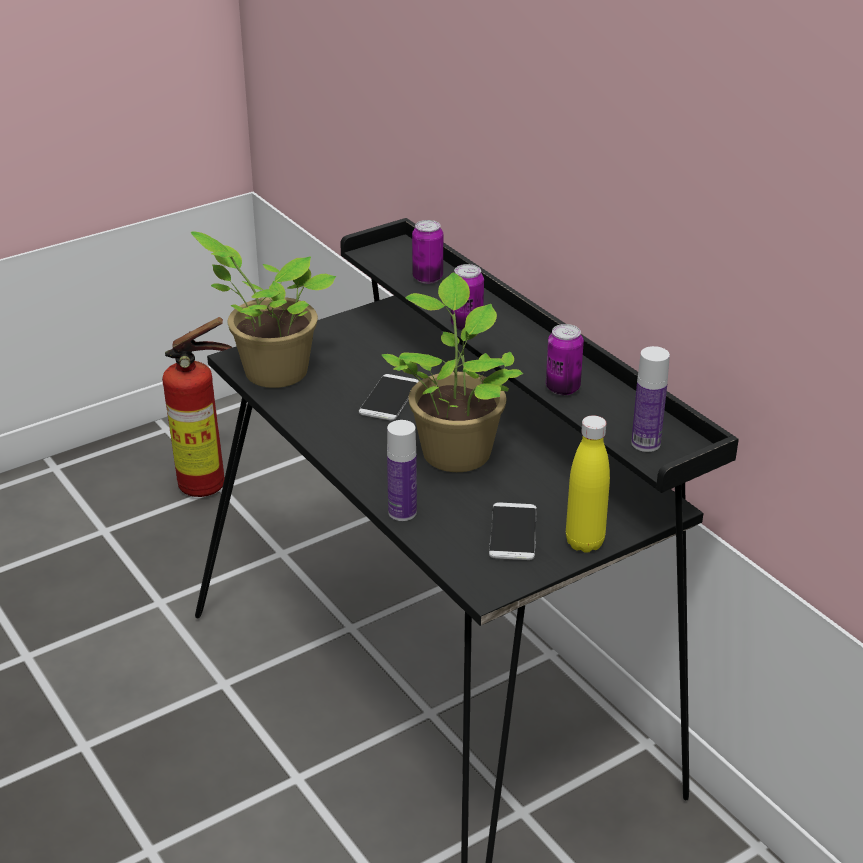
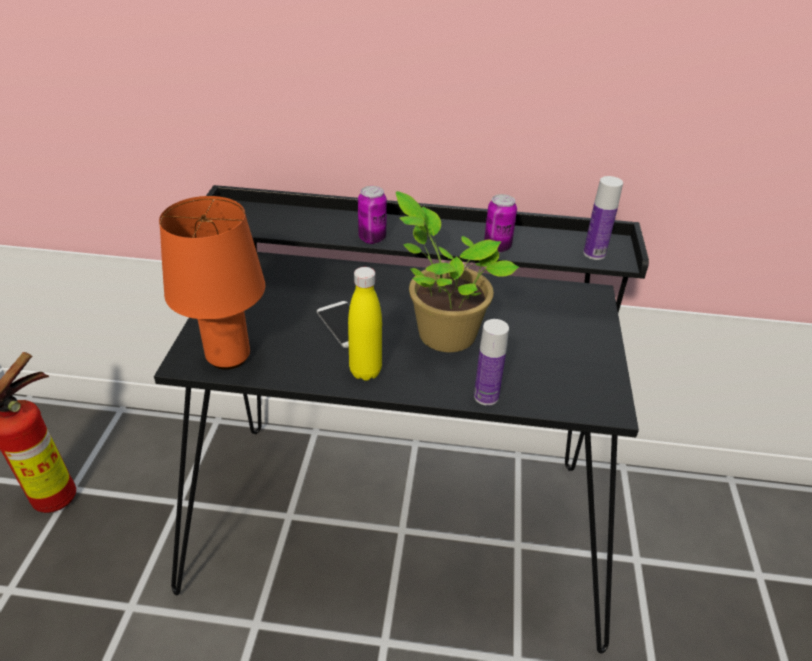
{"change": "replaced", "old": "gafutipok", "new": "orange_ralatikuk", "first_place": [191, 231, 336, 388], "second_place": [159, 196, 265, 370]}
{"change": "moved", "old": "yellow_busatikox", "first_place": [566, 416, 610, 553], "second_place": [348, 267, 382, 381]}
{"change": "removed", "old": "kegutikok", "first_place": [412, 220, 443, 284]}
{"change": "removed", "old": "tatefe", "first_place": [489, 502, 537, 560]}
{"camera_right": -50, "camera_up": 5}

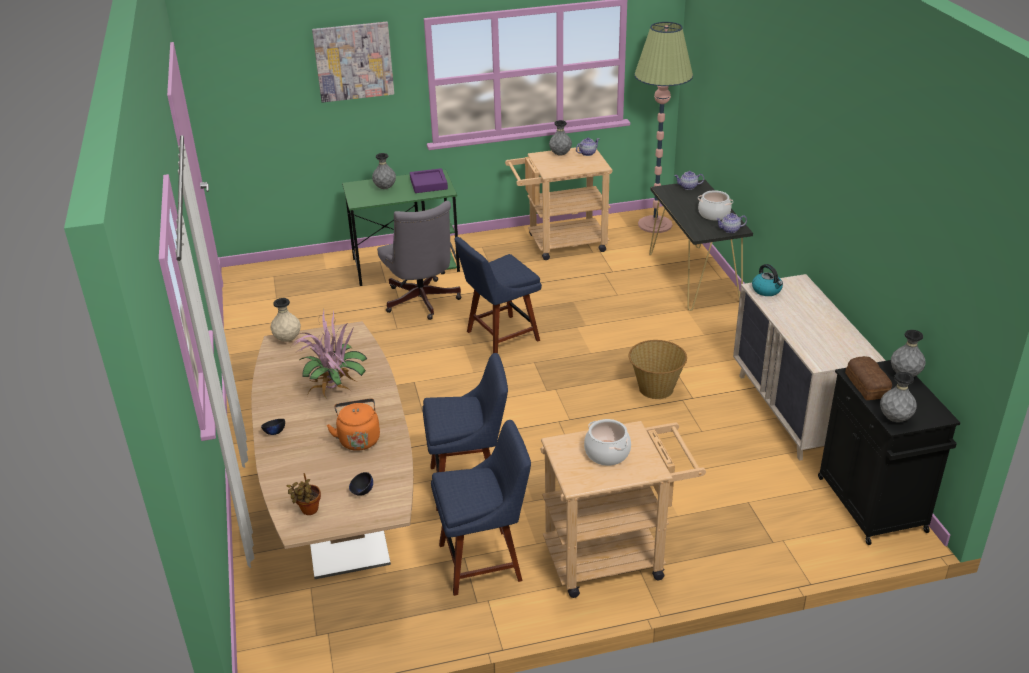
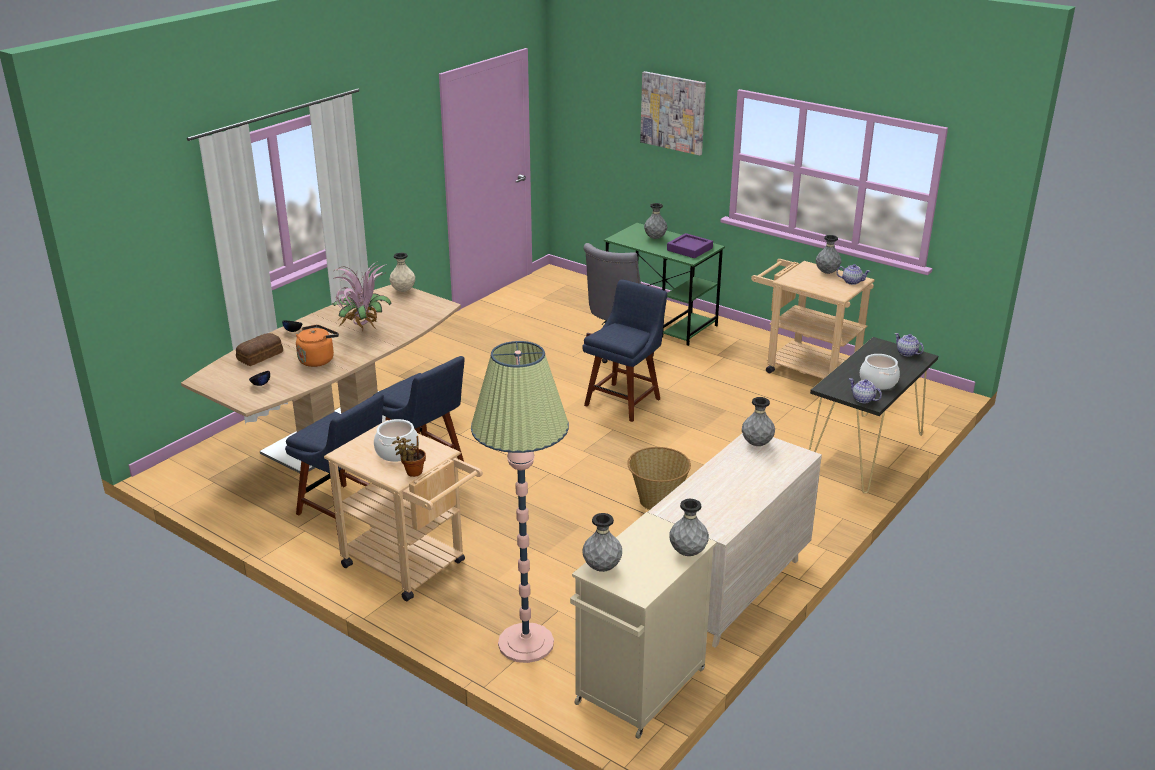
{"change": "moved", "old": "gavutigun", "first_place": [845, 356, 892, 400], "second_place": [236, 333, 283, 366]}
{"change": "moved", "old": "gafutipok", "first_place": [287, 473, 321, 515], "second_place": [392, 436, 426, 477]}
{"change": "moved", "old": "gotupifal", "first_place": [635, 22, 693, 233], "second_place": [471, 341, 569, 663]}
{"change": "recoloured", "old": "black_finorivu", "new": "beige_finorivu", "first_place": [818, 360, 960, 545], "second_place": [570, 512, 717, 739]}
{"change": "turned", "old": "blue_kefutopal", "first_place": [454, 237, 542, 353], "second_place": [582, 279, 667, 422], "degrees": 105}
{"change": "replaced", "old": "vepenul", "new": "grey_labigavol", "first_place": [752, 264, 783, 296], "second_place": [742, 397, 775, 446]}
{"camera_right": 50, "camera_up": -5}

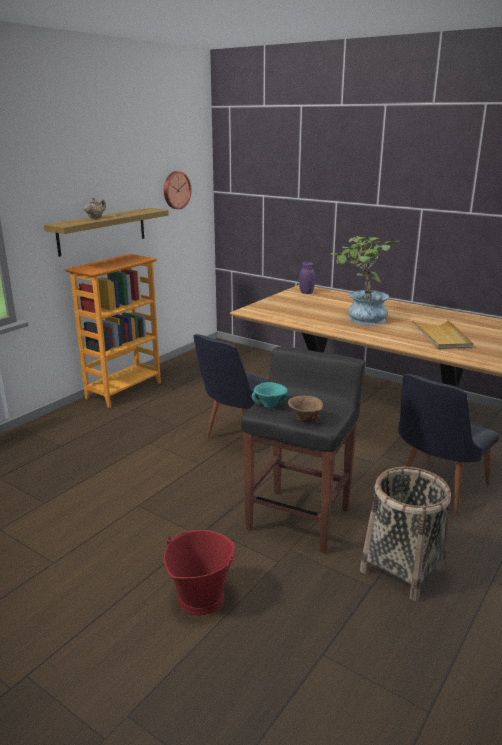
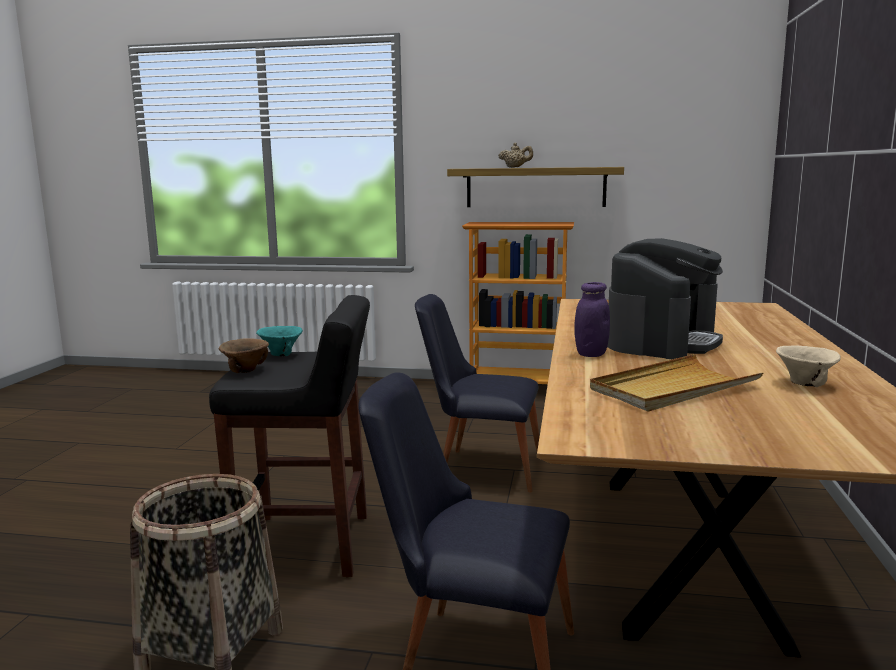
{"change": "moved", "old": "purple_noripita", "first_place": [299, 262, 315, 294], "second_place": [574, 282, 610, 357]}
{"change": "replaced", "old": "gafutipok", "new": "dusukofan", "first_place": [331, 236, 398, 325], "second_place": [607, 238, 723, 359]}
{"change": "added", "new": "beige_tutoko", "second_place": [776, 346, 841, 387]}
{"change": "removed", "old": "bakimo", "first_place": [164, 171, 192, 209]}
{"change": "removed", "old": "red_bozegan", "first_place": [164, 530, 235, 615]}
{"camera_right": 65, "camera_up": -10}

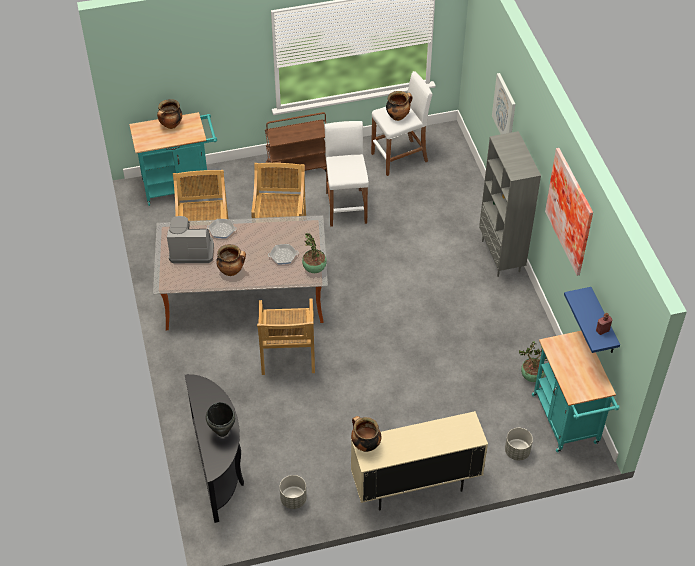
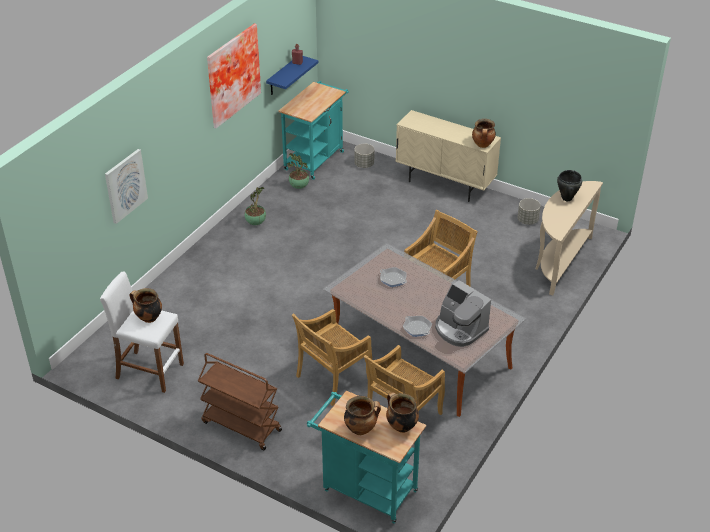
{"change": "moved", "old": "gafutipok", "first_place": [302, 233, 327, 273], "second_place": [245, 187, 266, 225]}
{"change": "moved", "old": "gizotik", "first_place": [216, 244, 246, 276], "second_place": [386, 392, 419, 433]}
{"change": "recoloured", "old": "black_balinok", "new": "beige_balinok", "first_place": [185, 374, 244, 523], "second_place": [536, 181, 603, 295]}
{"change": "removed", "old": "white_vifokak", "first_place": [324, 121, 369, 227]}
{"change": "removed", "old": "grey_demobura", "first_place": [479, 131, 541, 277]}
{"camera_right": -135, "camera_up": -10}

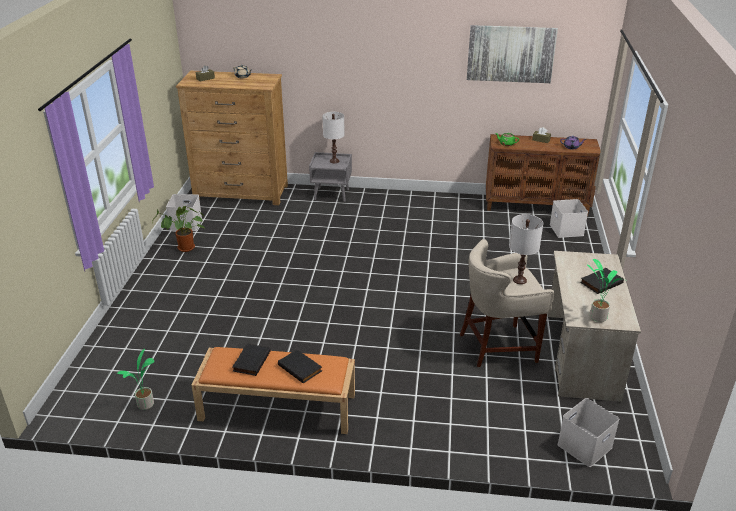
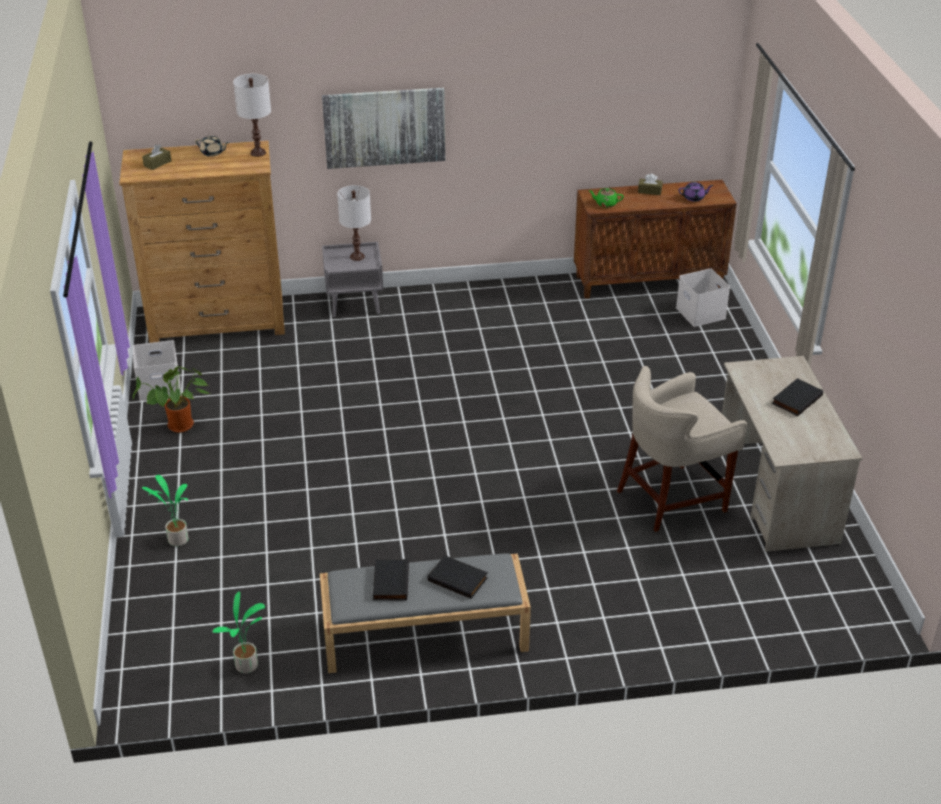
{"change": "moved", "old": "gafutipok", "first_place": [587, 259, 627, 322], "second_place": [142, 475, 189, 546]}
{"change": "moved", "old": "white_ralatikuk", "first_place": [509, 214, 543, 284], "second_place": [233, 74, 271, 157]}
{"change": "recoloured", "old": "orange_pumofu", "new": "grey_pumofu", "first_place": [191, 347, 355, 434], "second_place": [320, 553, 531, 673]}
{"change": "moved", "old": "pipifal", "first_place": [467, 25, 558, 83], "second_place": [322, 88, 445, 169]}
{"change": "removed", "old": "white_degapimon", "first_place": [557, 398, 620, 467]}
{"camera_right": -15, "camera_up": 5}

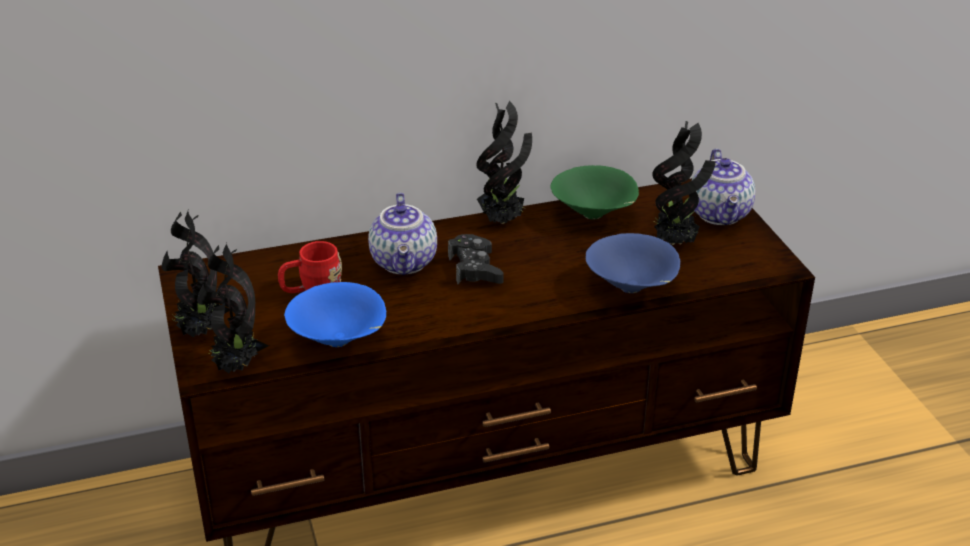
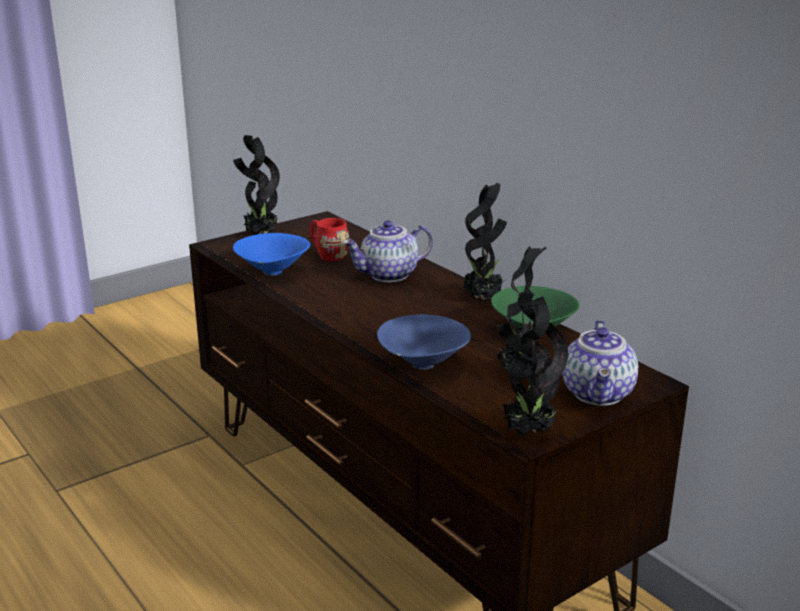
{"change": "moved", "old": "gafutipok", "first_place": [197, 243, 269, 374], "second_place": [497, 294, 568, 437]}
{"change": "turned", "old": "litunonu", "first_place": [691, 148, 756, 225], "second_place": [562, 320, 638, 406], "degrees": -60}
{"change": "removed", "old": "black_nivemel", "first_place": [448, 234, 504, 284]}
{"camera_right": 70, "camera_up": -10}

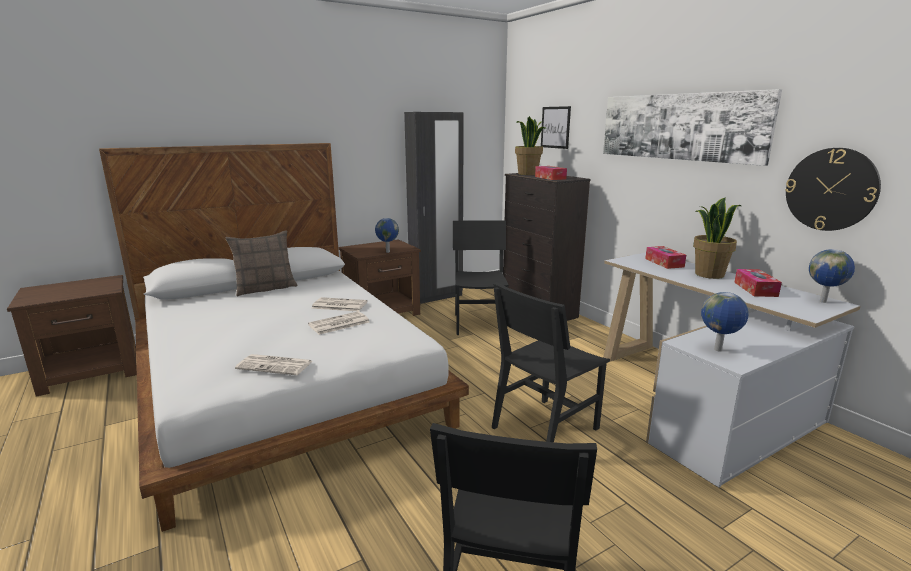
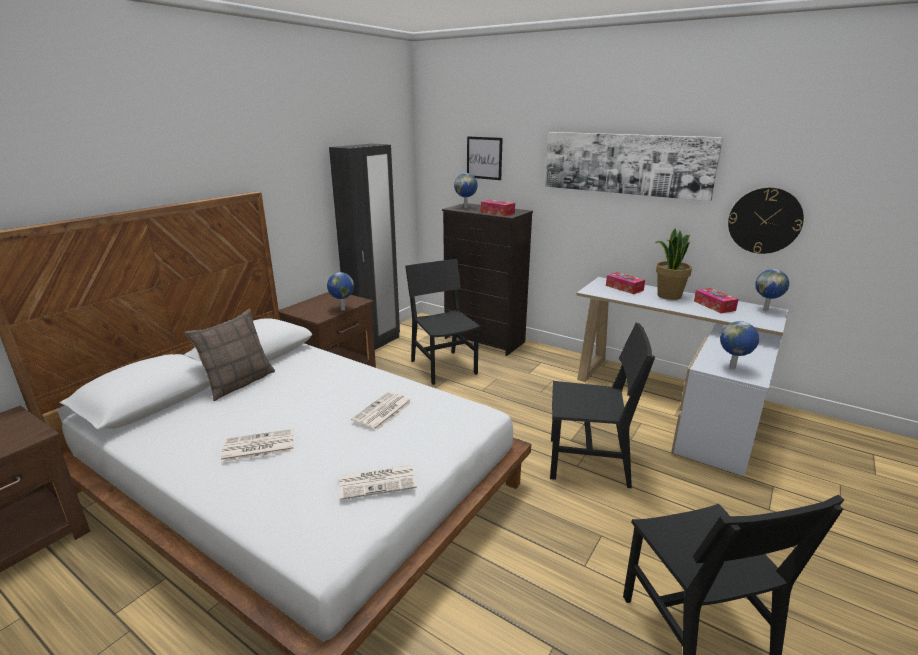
{"change": "moved", "old": "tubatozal", "first_place": [311, 297, 367, 311], "second_place": [221, 429, 294, 463]}
{"change": "replaced", "old": "gafutipok", "new": "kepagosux", "first_place": [515, 116, 546, 175], "second_place": [454, 173, 477, 209]}
{"change": "turned", "old": "black_kefutopal", "first_place": [492, 282, 610, 442], "second_place": [550, 323, 655, 488], "degrees": -105}
{"camera_right": -25, "camera_up": 5}

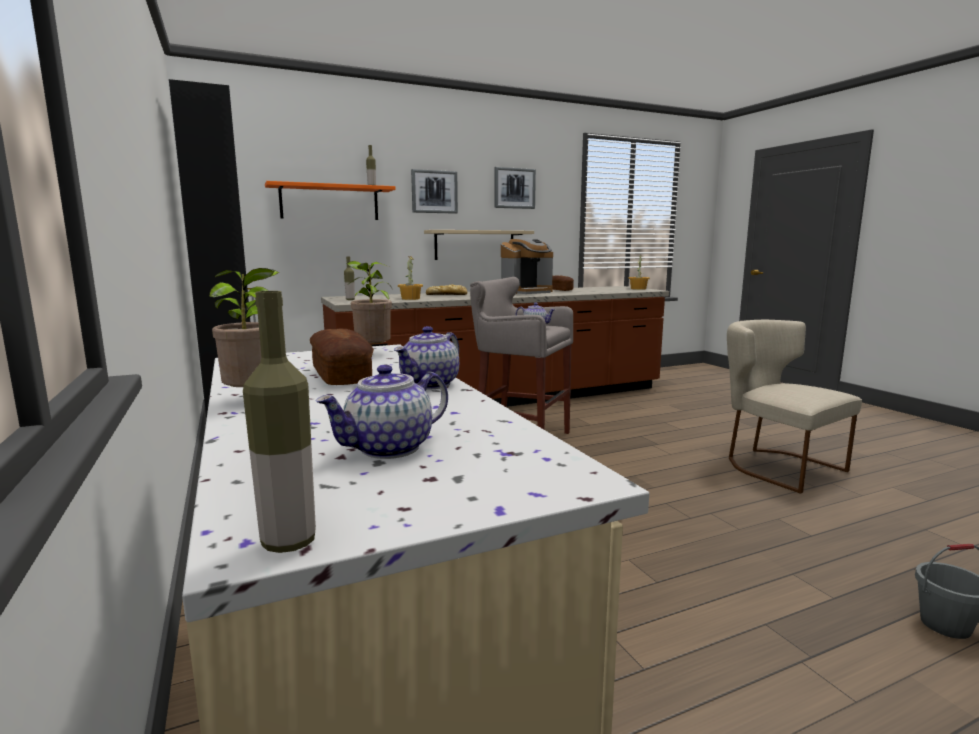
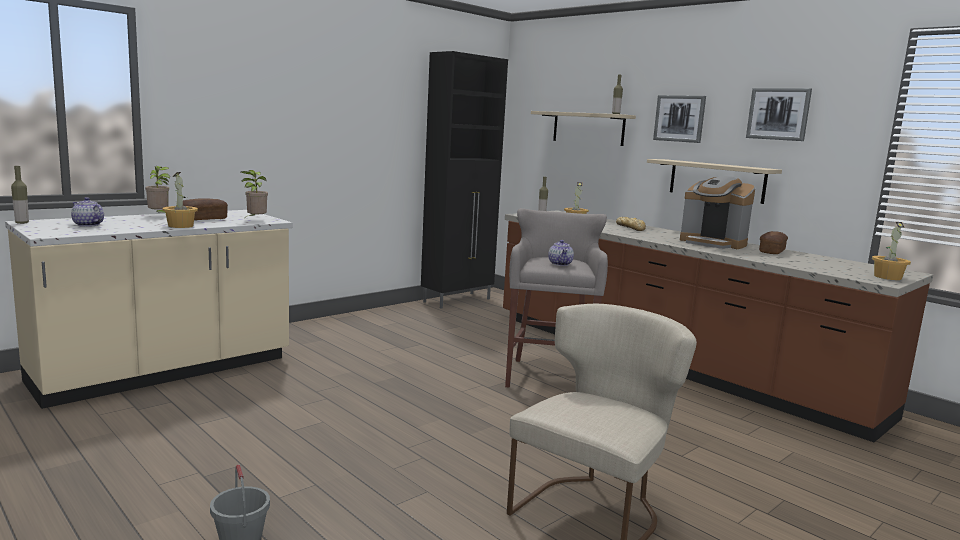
{"change": "replaced", "old": "litunonu", "new": "gafutipok", "first_place": [394, 326, 459, 389], "second_place": [162, 172, 198, 228]}
{"change": "recoloured", "old": "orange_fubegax", "new": "beige_fubegax", "first_place": [265, 181, 395, 220], "second_place": [531, 111, 636, 146]}
{"camera_right": 70, "camera_up": 0}

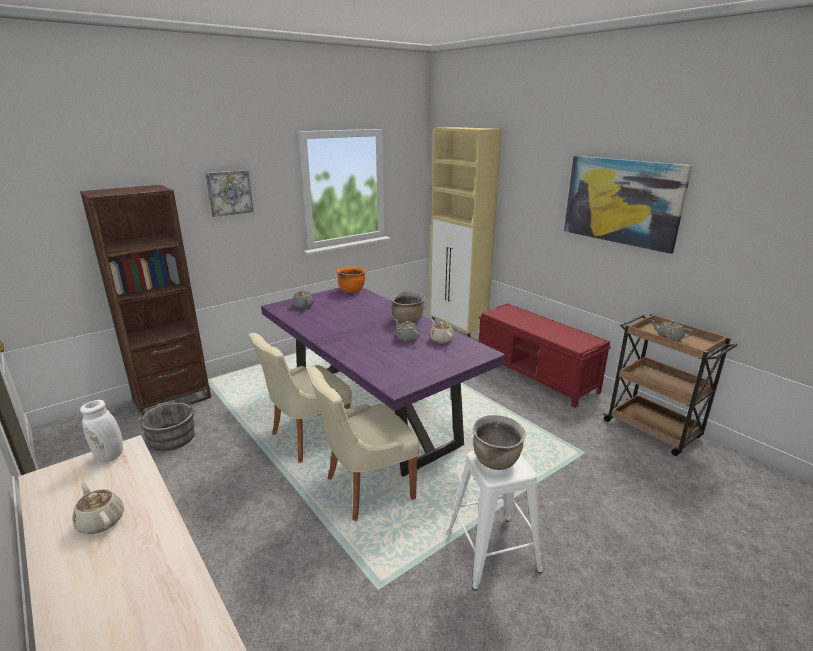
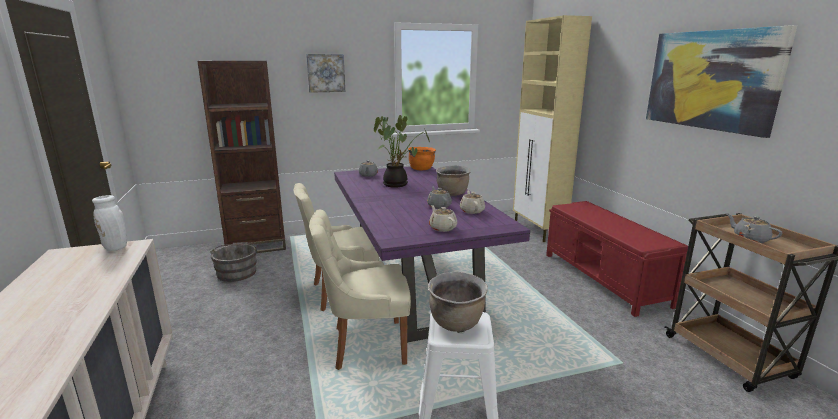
{"change": "added", "new": "gafutipok", "second_place": [374, 115, 430, 188]}
{"change": "moved", "old": "beige_litunonu", "first_place": [72, 482, 124, 534], "second_place": [429, 205, 457, 232]}
{"camera_right": 20, "camera_up": -5}

